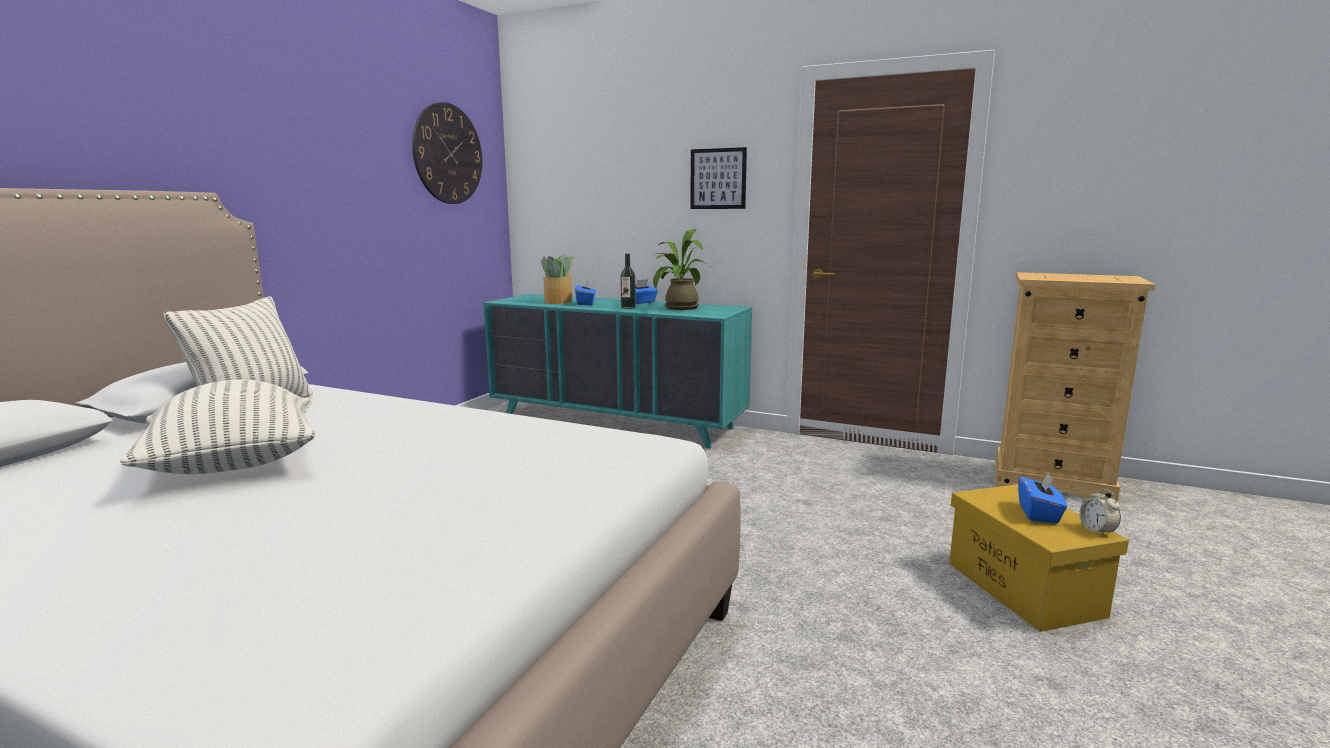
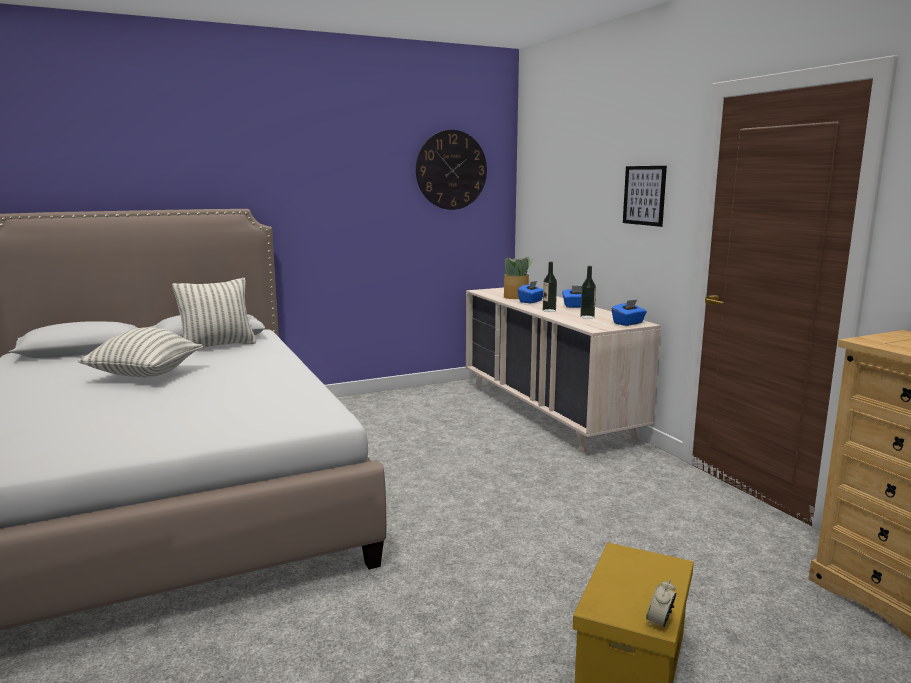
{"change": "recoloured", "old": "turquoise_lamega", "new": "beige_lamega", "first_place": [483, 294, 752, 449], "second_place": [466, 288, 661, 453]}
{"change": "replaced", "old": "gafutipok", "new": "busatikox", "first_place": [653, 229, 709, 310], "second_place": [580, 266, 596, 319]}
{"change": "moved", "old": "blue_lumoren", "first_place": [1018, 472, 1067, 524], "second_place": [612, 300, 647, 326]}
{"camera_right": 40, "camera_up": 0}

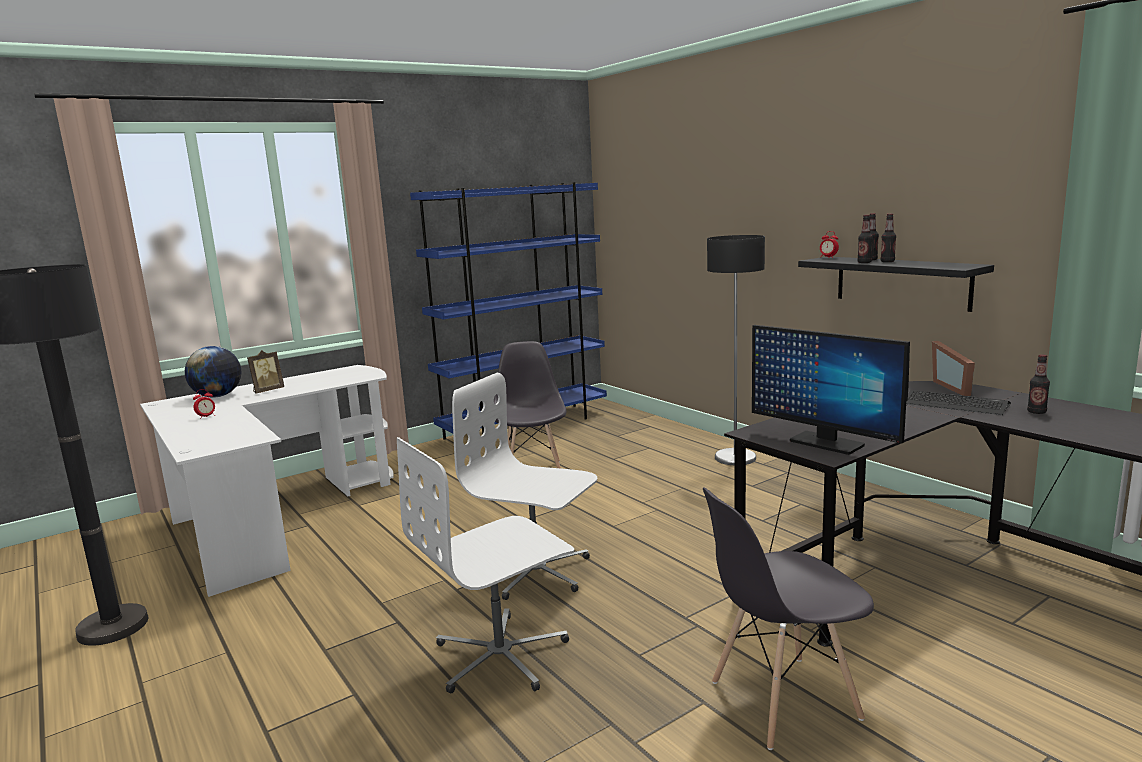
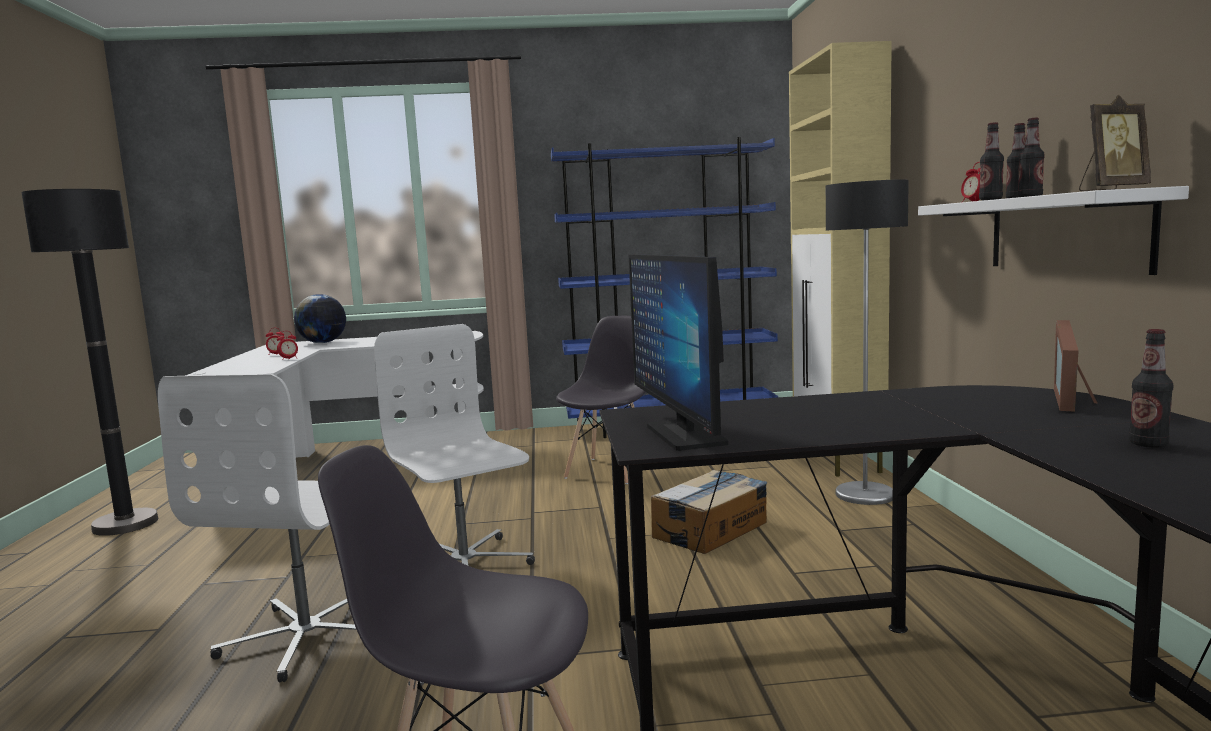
{"change": "turned", "old": "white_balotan", "first_place": [397, 437, 574, 694], "second_place": [158, 374, 357, 683], "degrees": -75}
{"change": "added", "new": "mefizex", "second_place": [277, 331, 298, 360]}
{"change": "added", "new": "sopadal", "second_place": [651, 470, 767, 554]}
{"change": "added", "new": "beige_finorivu", "second_place": [789, 41, 892, 477]}
{"change": "recoloured", "old": "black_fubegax", "new": "white_fubegax", "first_place": [798, 257, 994, 312], "second_place": [918, 186, 1189, 275]}
{"change": "moved", "old": "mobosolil", "first_place": [247, 350, 284, 393], "second_place": [1079, 95, 1151, 191]}
{"change": "removed", "old": "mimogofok", "first_place": [906, 390, 1011, 415]}
{"camera_right": 30, "camera_up": -5}

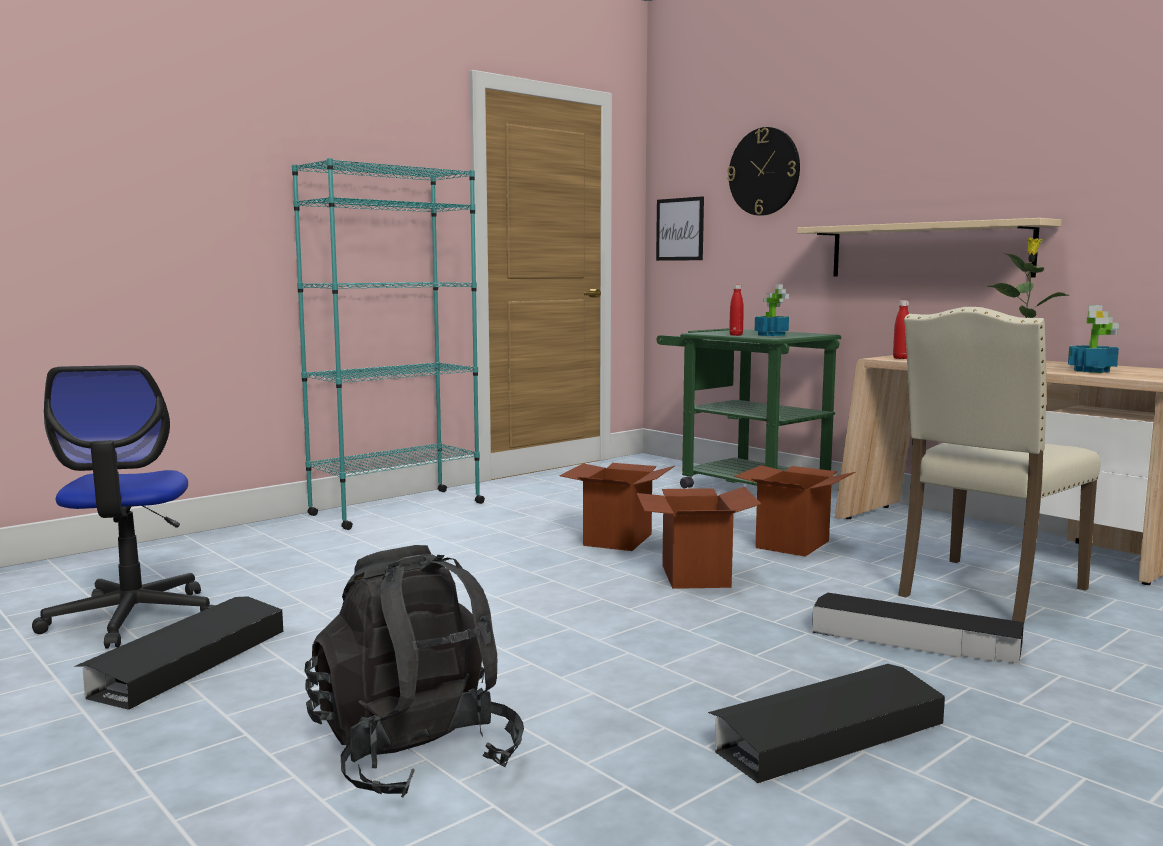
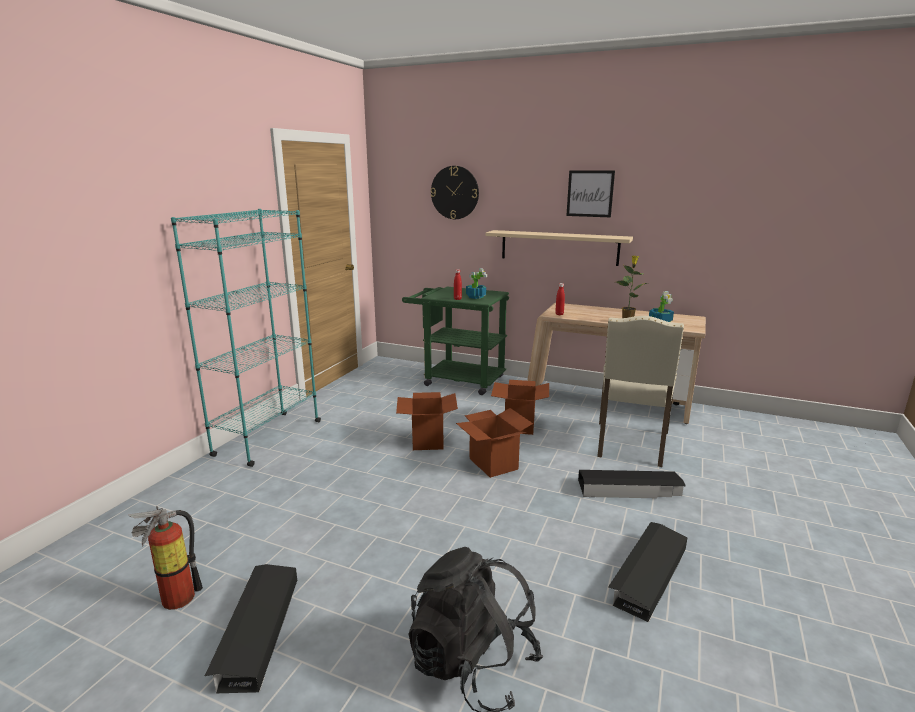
{"change": "replaced", "old": "balotan", "new": "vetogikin", "first_place": [32, 365, 215, 648], "second_place": [129, 506, 203, 610]}
{"change": "moved", "old": "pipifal", "first_place": [656, 196, 704, 261], "second_place": [566, 170, 615, 217]}
{"camera_right": -25, "camera_up": 10}

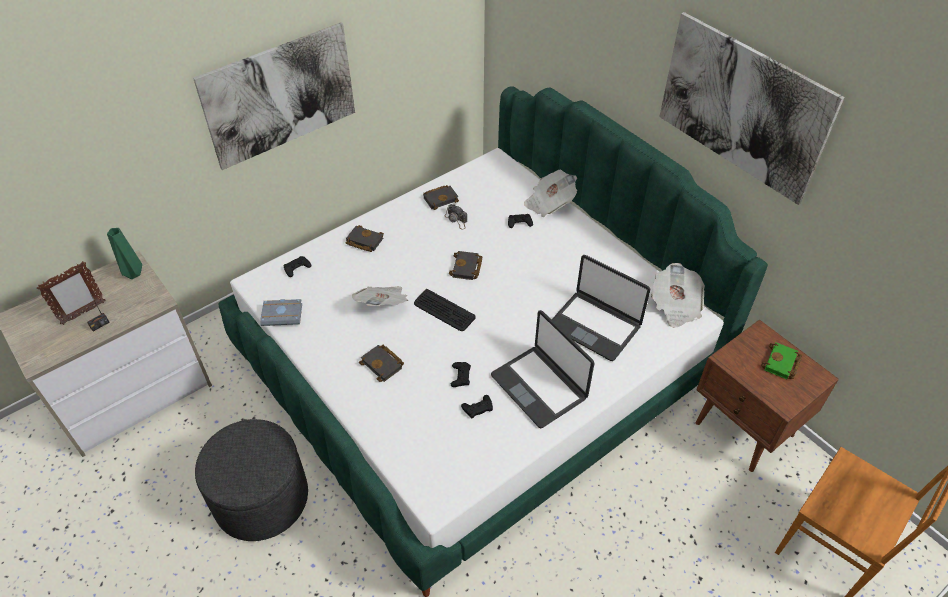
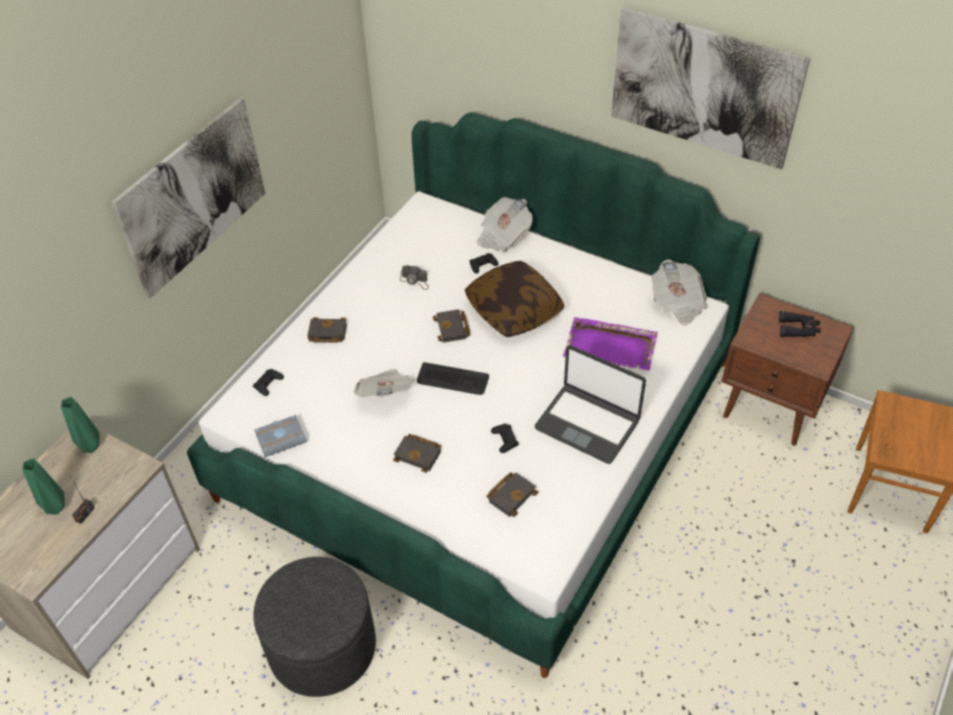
{"change": "replaced", "old": "mobosolil", "new": "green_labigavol", "first_place": [37, 261, 105, 325], "second_place": [22, 458, 65, 515]}
{"change": "added", "new": "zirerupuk", "second_place": [465, 261, 565, 337]}
{"change": "moved", "old": "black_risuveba", "first_place": [423, 185, 459, 210], "second_place": [486, 472, 538, 517]}
{"change": "replaced", "old": "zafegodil", "new": "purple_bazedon", "first_place": [552, 255, 650, 361], "second_place": [563, 317, 658, 370]}
{"change": "replaced", "old": "green_risuveba", "new": "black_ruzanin", "first_place": [761, 342, 802, 379], "second_place": [779, 311, 821, 337]}
{"change": "removed", "old": "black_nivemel", "first_place": [461, 395, 493, 418]}
{"camera_right": -20, "camera_up": 0}

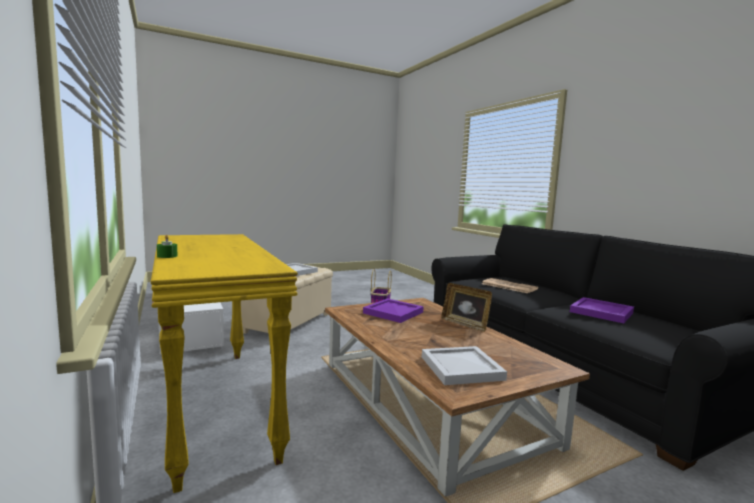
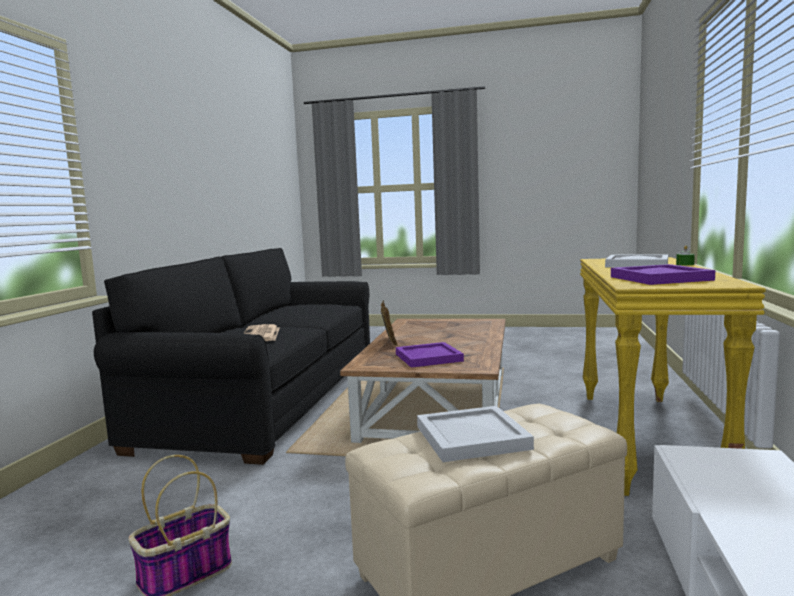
{"change": "moved", "old": "white_bazedon", "first_place": [422, 346, 507, 385], "second_place": [605, 254, 668, 268]}
{"change": "moved", "old": "purple_bazedon", "first_place": [570, 297, 634, 323], "second_place": [611, 264, 715, 285]}
{"camera_right": -140, "camera_up": 0}

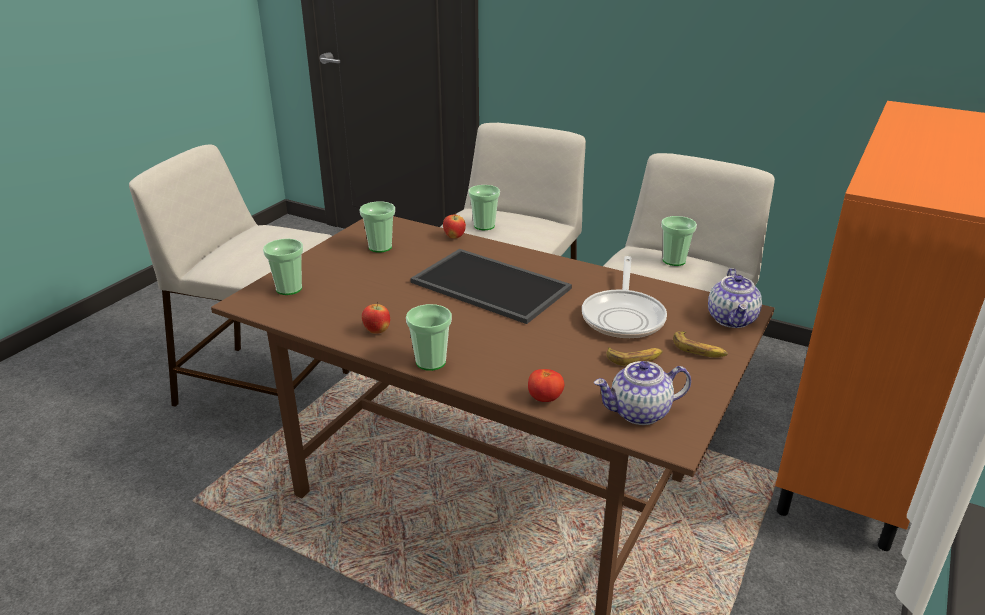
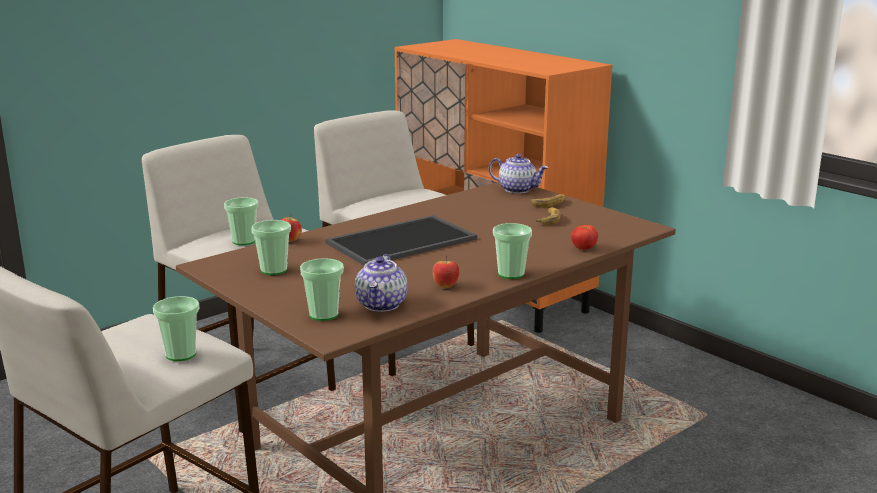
{"change": "moved", "old": "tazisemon", "first_place": [661, 216, 697, 266], "second_place": [153, 296, 199, 361]}
{"change": "moved", "old": "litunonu", "first_place": [594, 361, 691, 425], "second_place": [355, 254, 407, 312]}
{"change": "removed", "old": "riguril", "first_place": [582, 256, 667, 339]}
{"camera_right": -70, "camera_up": -10}

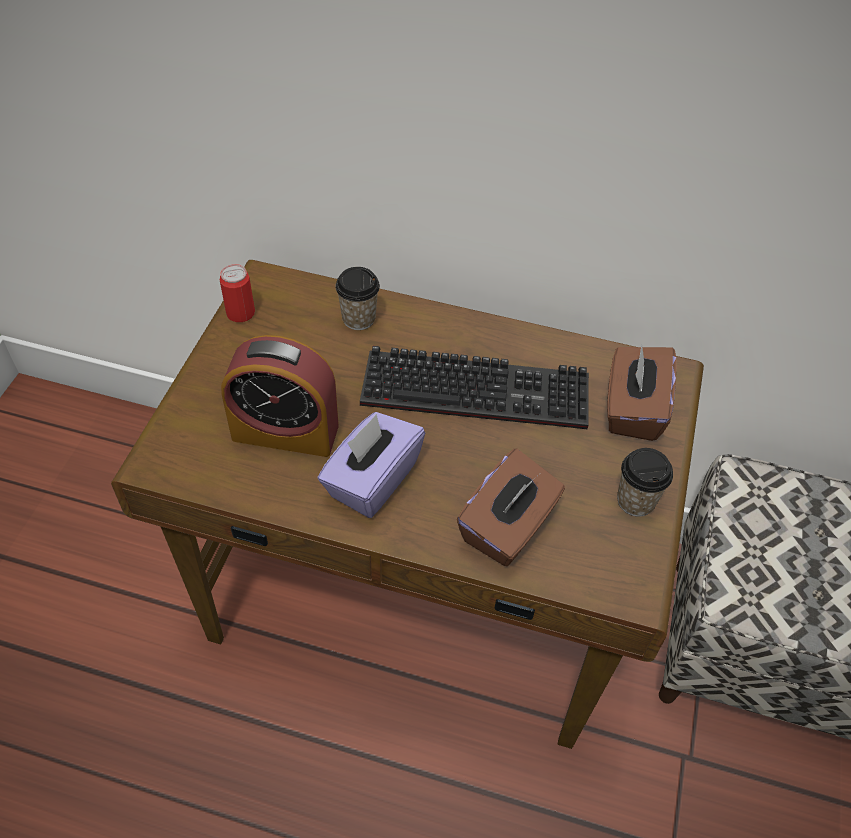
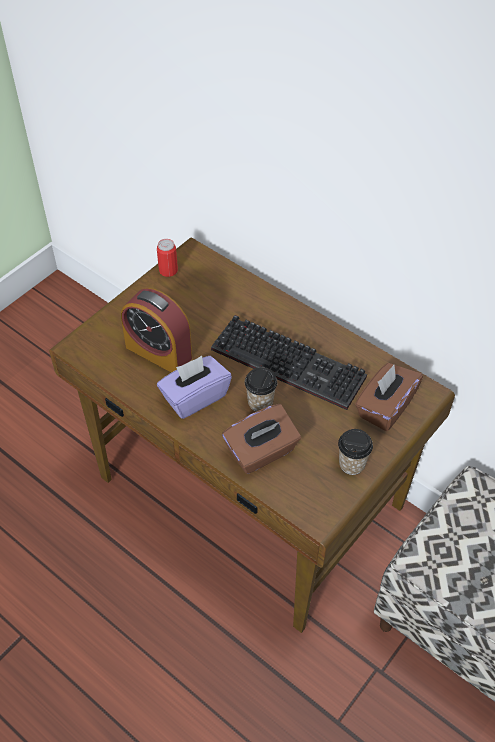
{"change": "moved", "old": "tazisemon", "first_place": [335, 267, 380, 330], "second_place": [245, 367, 277, 412]}
{"camera_right": 25, "camera_up": 0}

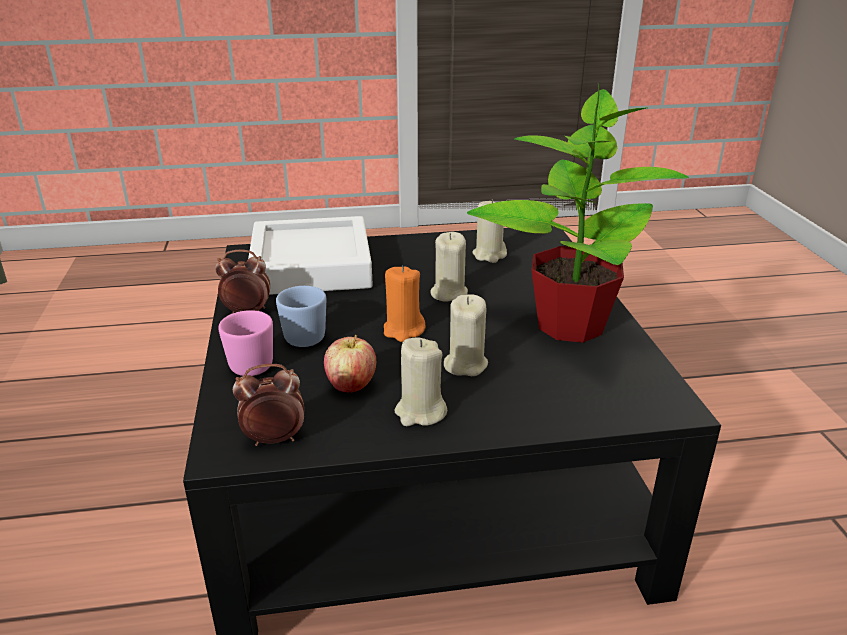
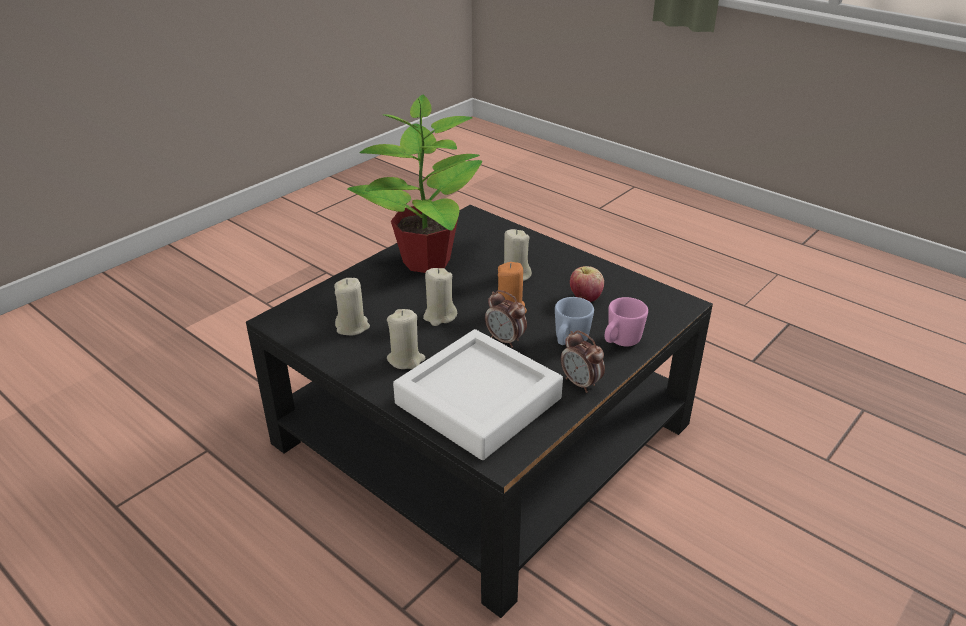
{"change": "moved", "old": "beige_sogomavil", "first_place": [395, 338, 447, 426], "second_place": [387, 309, 426, 369]}
{"change": "moved", "old": "mefizex", "first_place": [233, 364, 304, 446], "second_place": [485, 290, 527, 348]}
{"camera_right": -130, "camera_up": 5}

